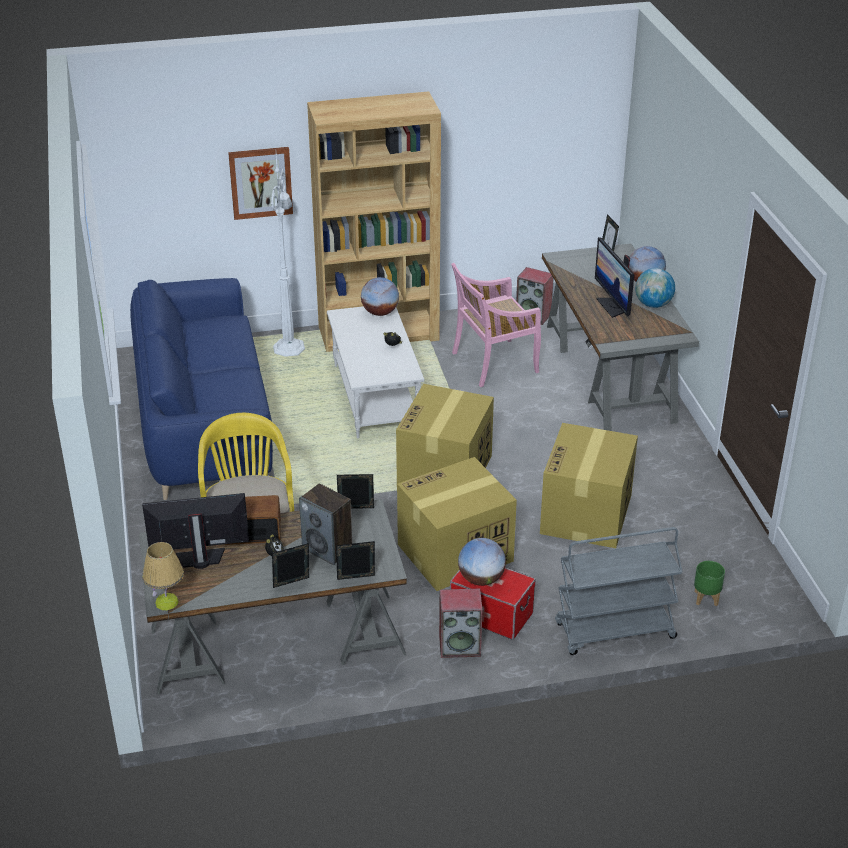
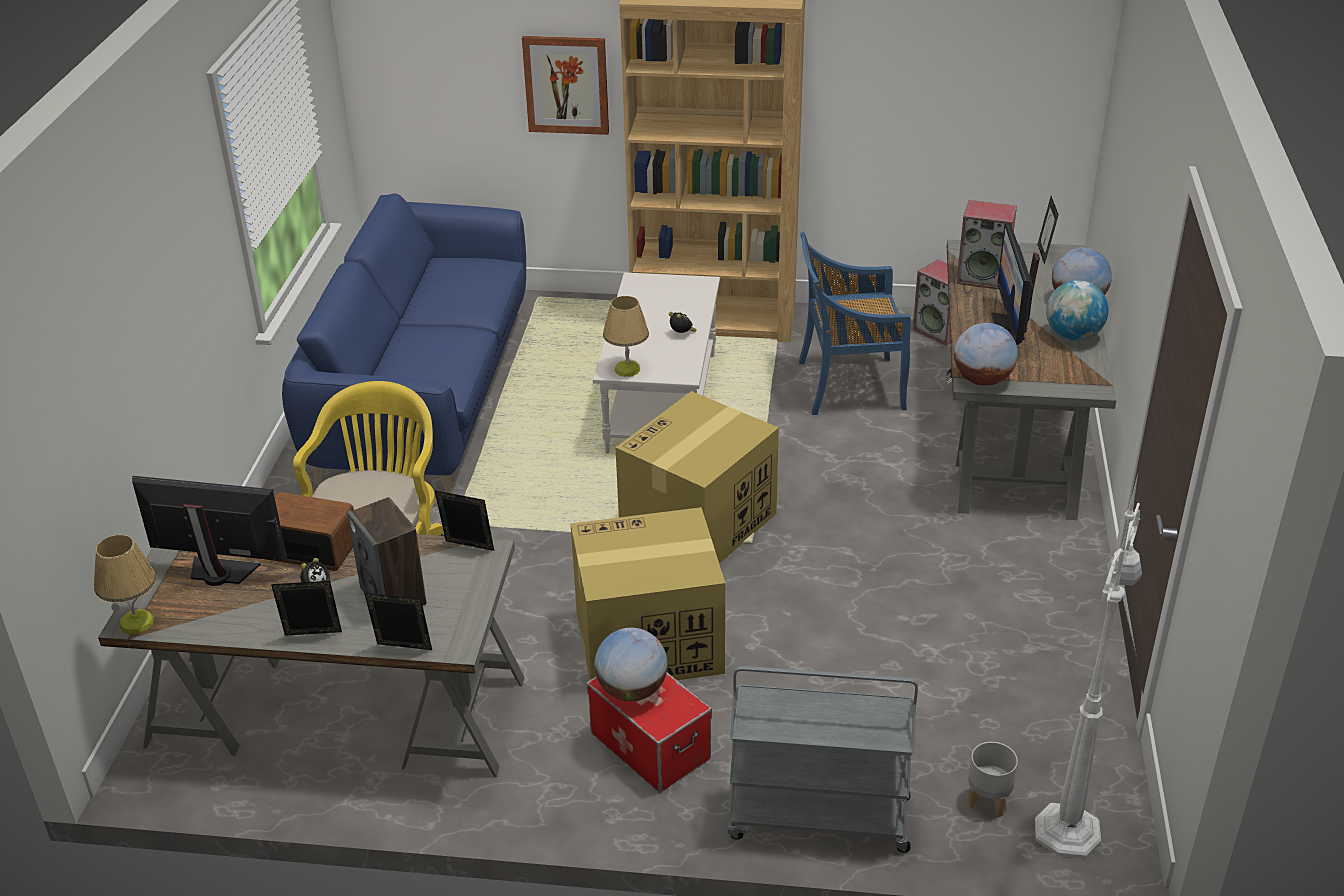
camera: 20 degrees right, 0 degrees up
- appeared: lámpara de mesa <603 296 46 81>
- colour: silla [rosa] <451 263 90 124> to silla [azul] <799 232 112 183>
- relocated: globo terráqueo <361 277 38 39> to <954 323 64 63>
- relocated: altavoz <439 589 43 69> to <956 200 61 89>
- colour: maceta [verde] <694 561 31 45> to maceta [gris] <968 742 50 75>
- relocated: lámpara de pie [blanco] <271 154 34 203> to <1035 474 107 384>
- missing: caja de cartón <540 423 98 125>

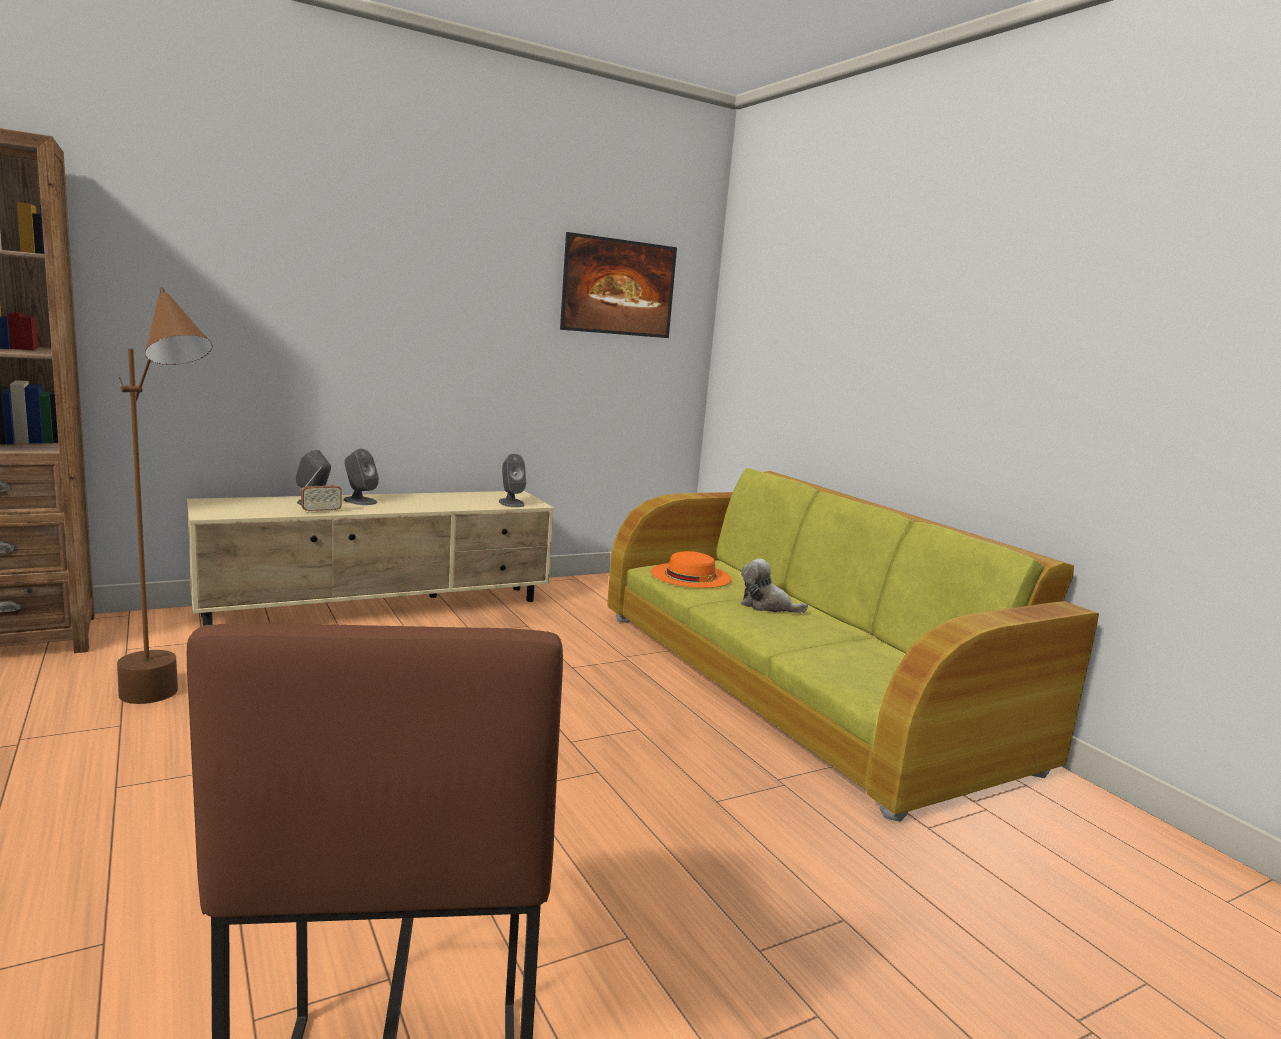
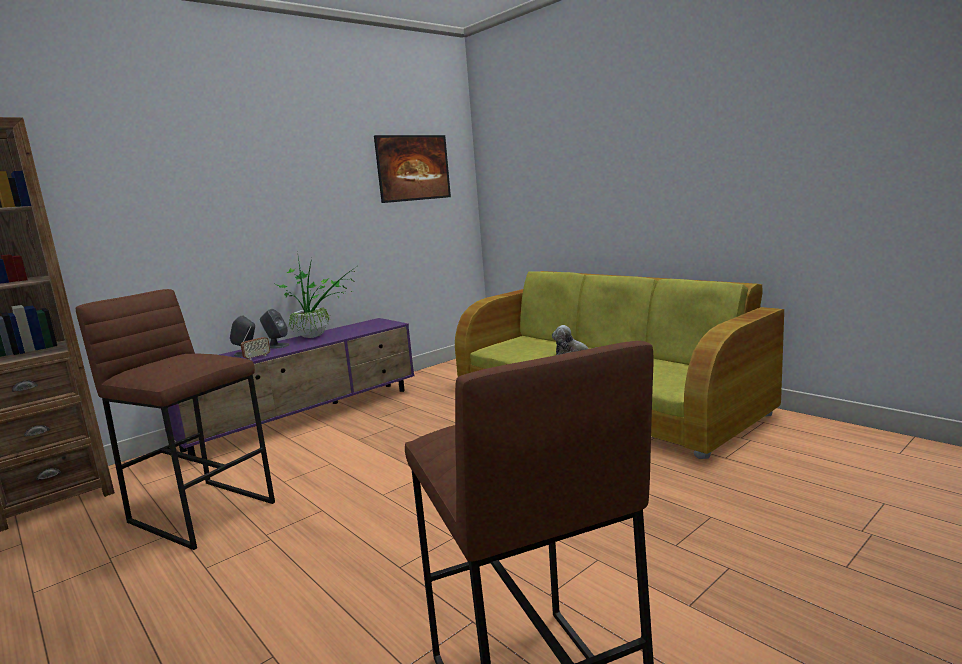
camera: 10 degrees left, 0 degrees up
- exchanged: lámpara de pie [marrón] <117 287 96 417> to taburete [marrón] <76 289 199 261>
- colour: mueble de televisión [beis] <187 491 367 135> to mueble de televisión [morado] <161 318 254 138>
- appeared: planta en maceta <275 250 81 88>
- missing: altavoz [gris] <499 454 27 53>
- missing: sombrero [naranja] <651 551 81 37>

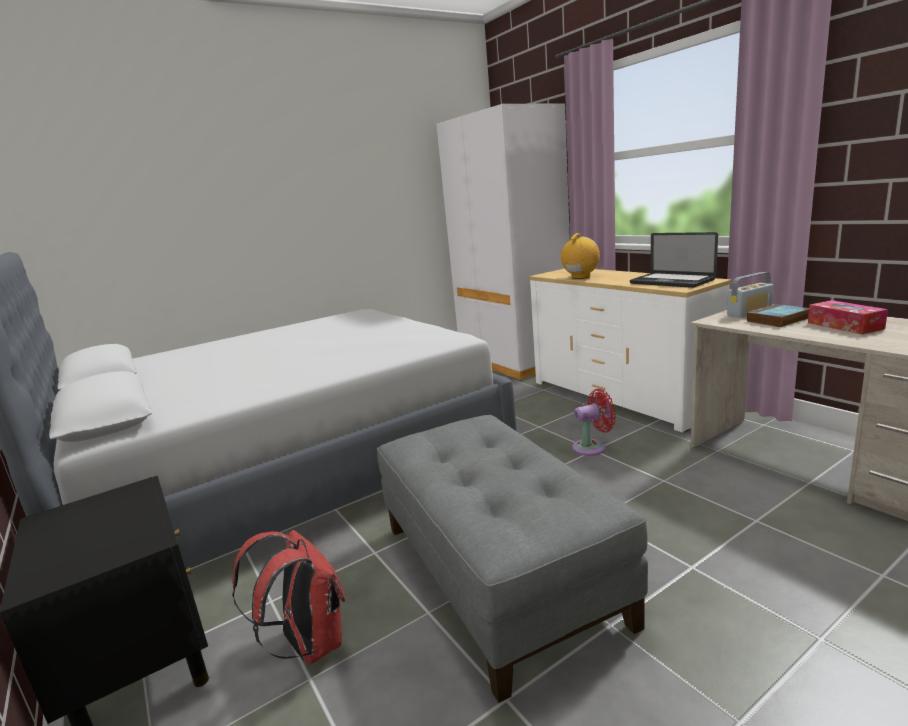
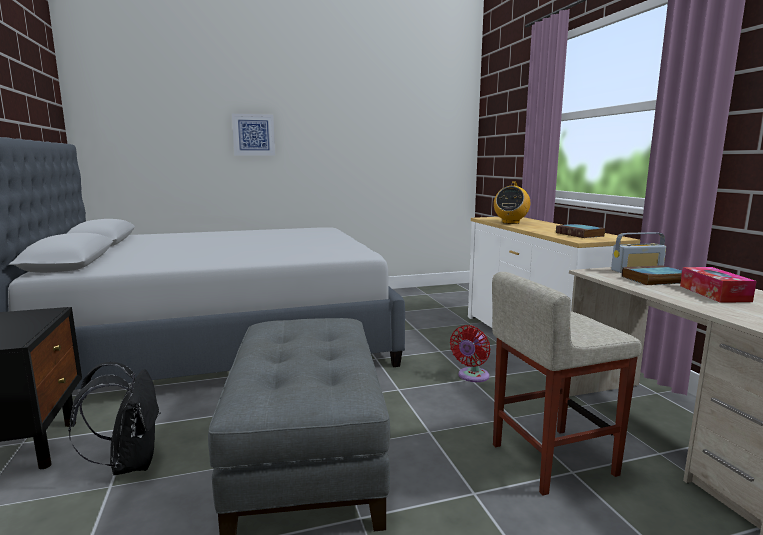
camera: 15 degrees right, 5 degrees down
- colour: mochila [rojo] <232 530 113 135> to mochila [negro] <68 362 93 113>
- appeared: cuadro <232 114 43 42>
- spun: ventilador [rojo] <572 389 44 67> = <450 325 40 57> 120 degrees clockwise
- appeared: taburete [beis] <492 272 150 224>
- spun: radio <561 233 39 46> = <494 182 36 42> 150 degrees clockwise
- exchanged: portátil <630 232 88 56> to libro <556 224 50 14>
- missing: armario ropero [blanco] <436 103 134 277>

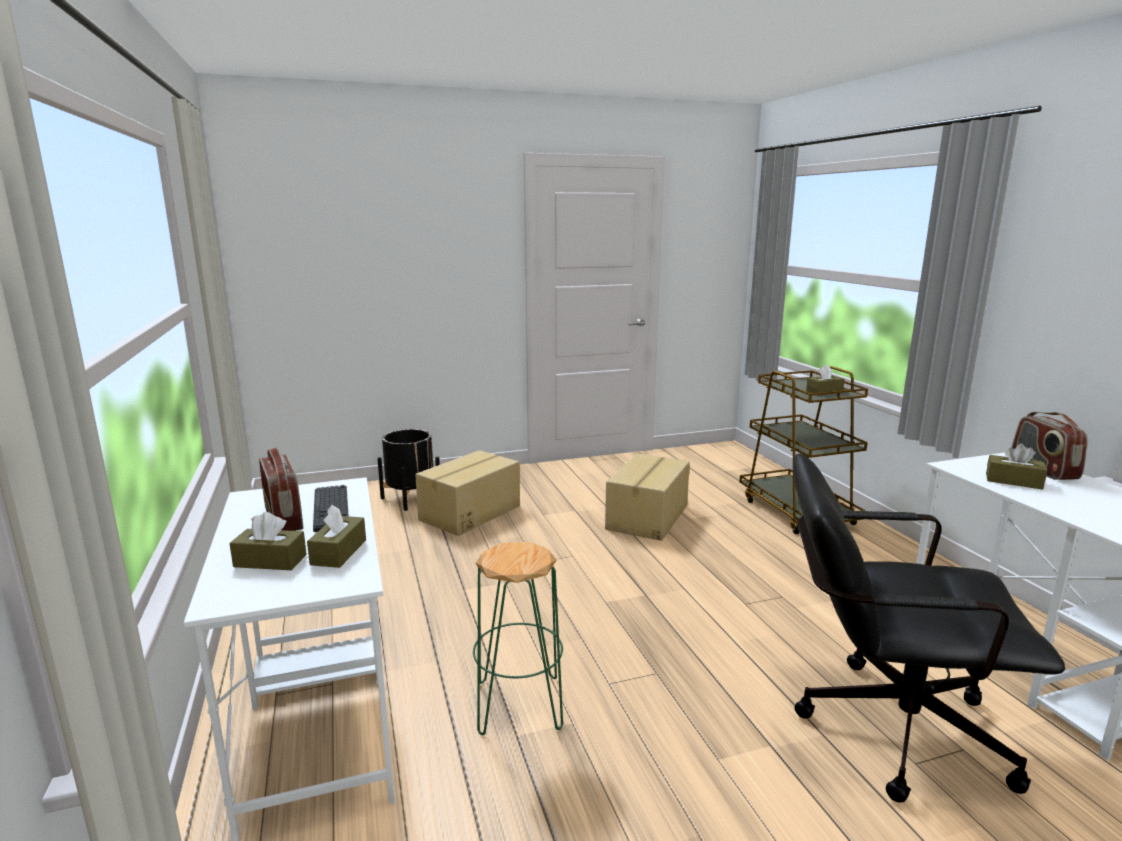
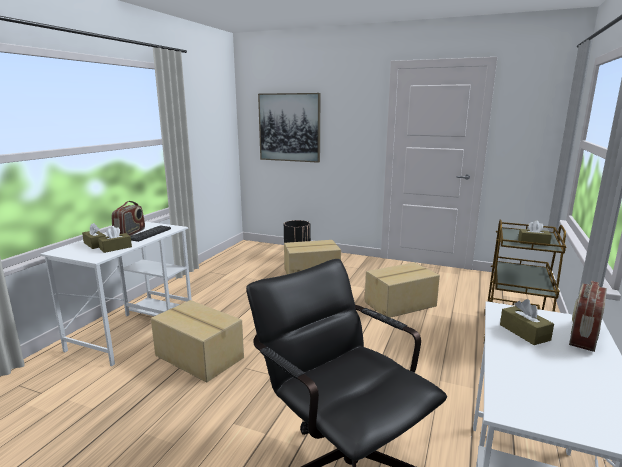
camera: 40 degrees right, 0 degrees up
- exchanged: taburete [verde] <473 542 90 193> to caja de cartón <151 300 93 83>
- appeared: cuadro <258 93 62 70>

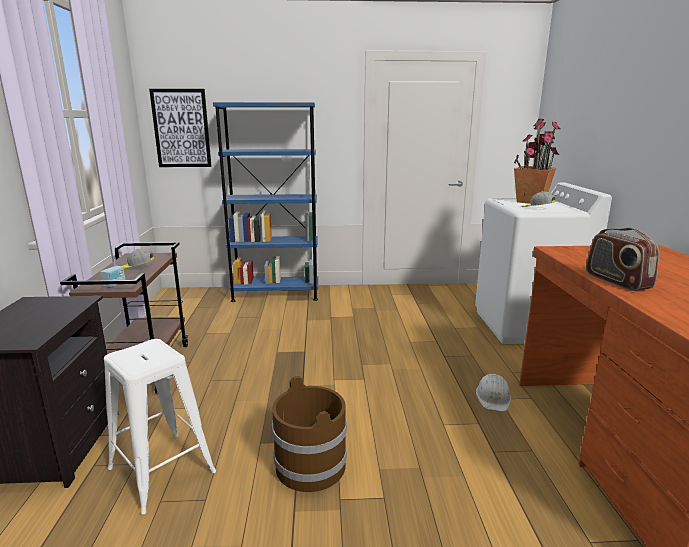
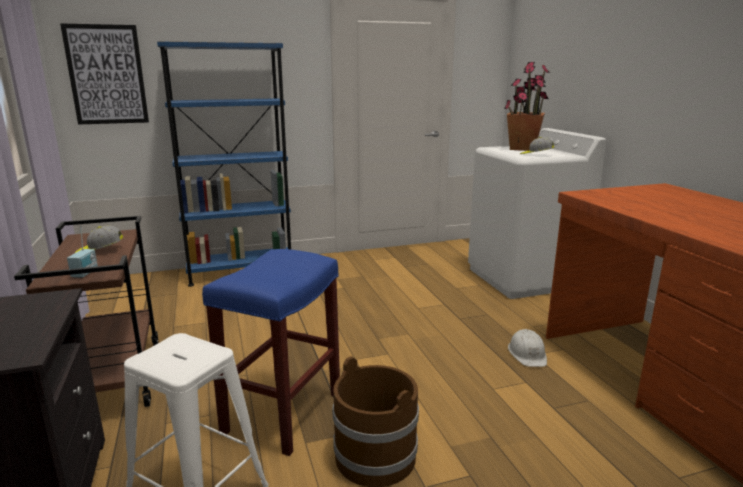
camera: 15 degrees left, 0 degrees up
- appeared: taburete [azul] <202 249 138 207>
- missing: radio <586 228 73 63>

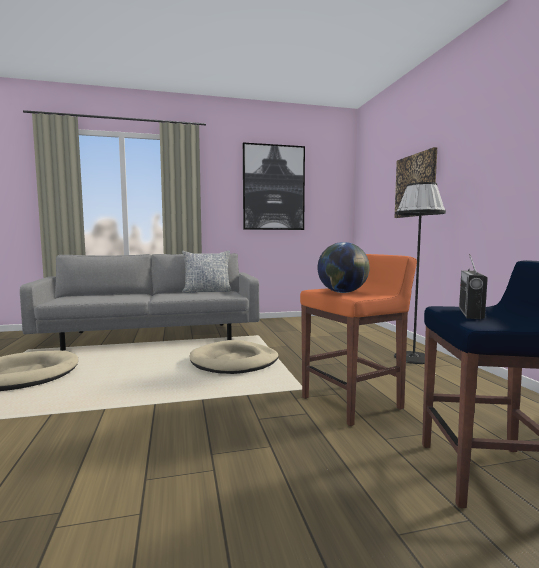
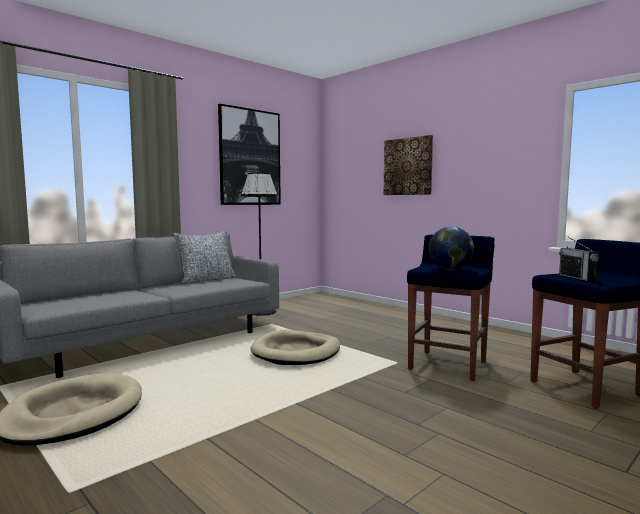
camera: 30 degrees left, 0 degrees up
- relocated: lámpara de pie [negro] <394 182 52 182> to <241 172 37 144>
- colour: taburete [naranja] <300 254 117 172> to taburete [azul] <407 235 88 146>

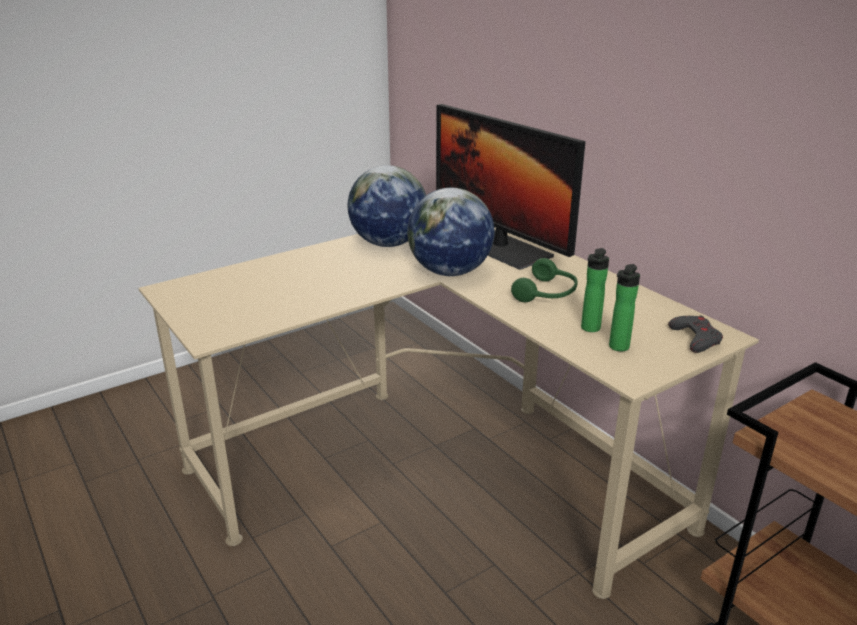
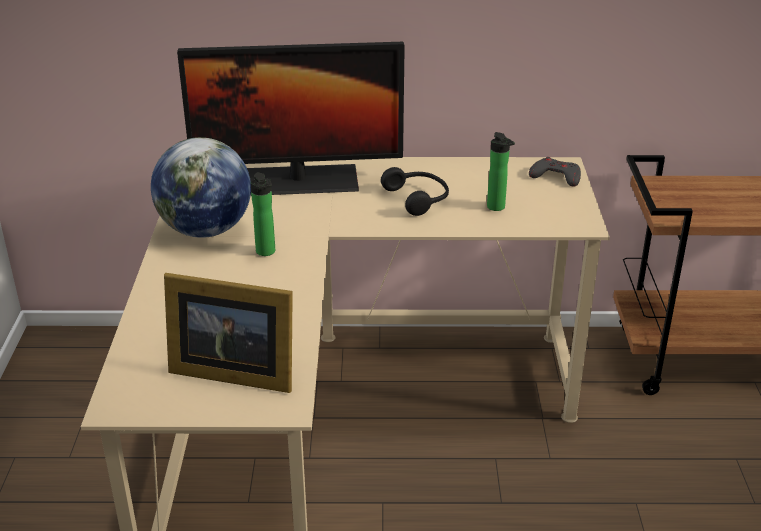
camera: 55 degrees left, 5 degrees up
- appeared: portarretratos <164 273 129 120>
- relocated: botella <609 264 31 88> to <251 172 24 84>
- colour: auriculares [verde] <511 258 67 44> to auriculares [negro] <381 167 68 49>
- missing: globo terráqueo <407 188 88 88>

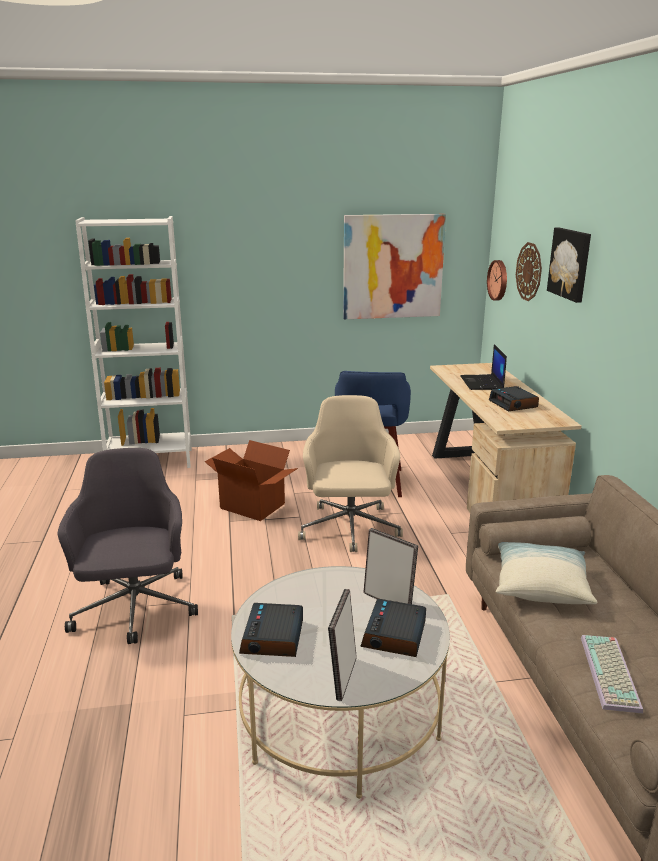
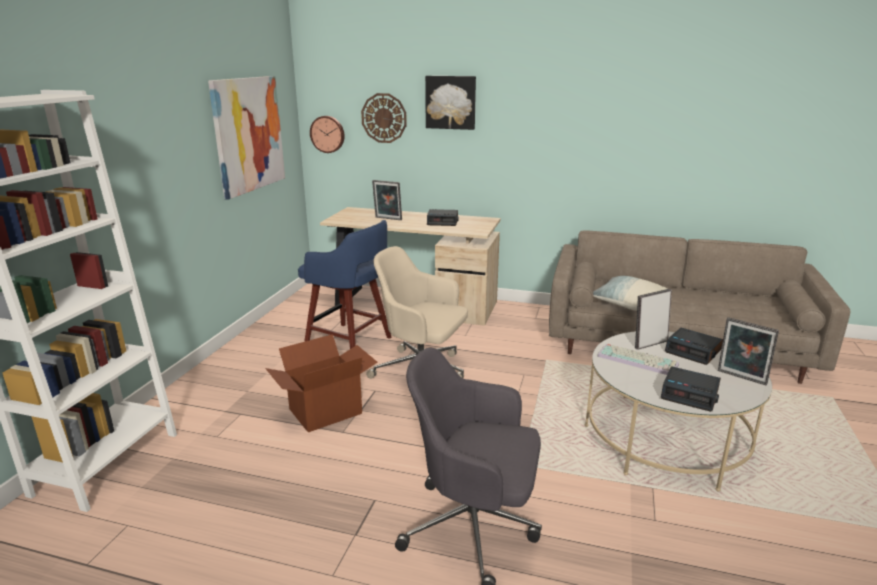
camera: 65 degrees left, 0 degrees up
- exchanged: portátil <460 344 47 46> to portarretratos <372 180 30 40>
- relocated: teclado <581 635 62 79> to <597 344 82 31>

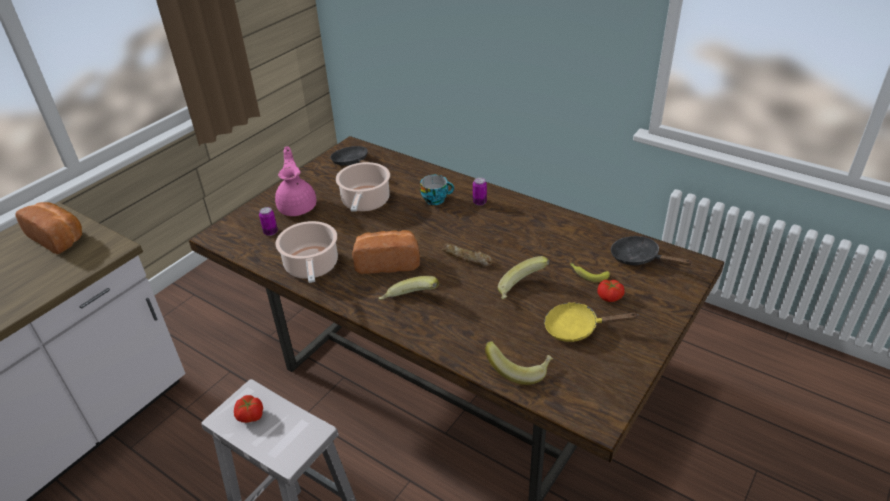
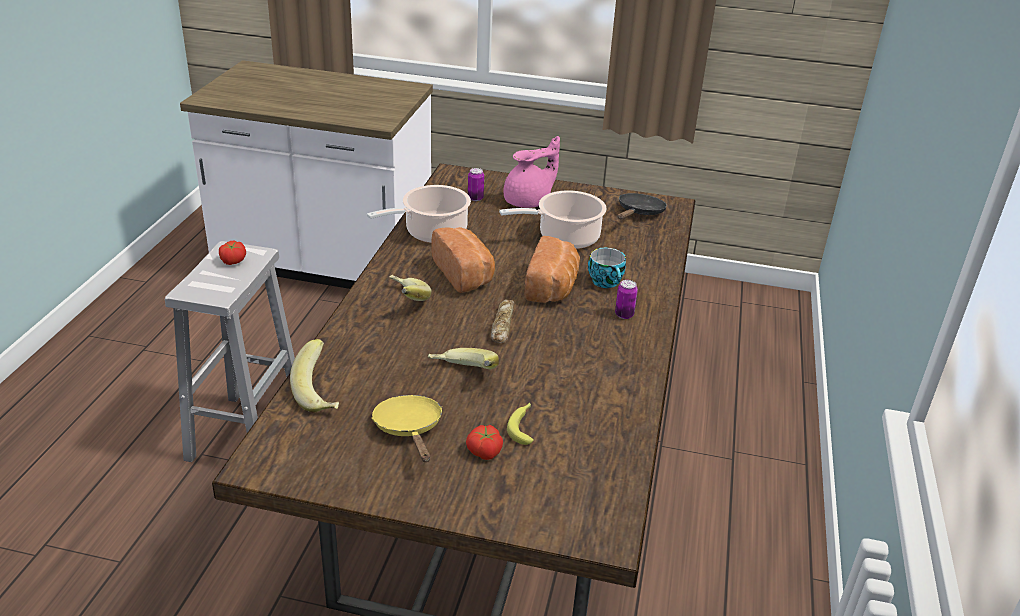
camera: 65 degrees right, 5 degrees down
- relocated: pan <15 202 67 52> to <524 236 56 67>
- missing: sartén [negro] <611 236 82 30>

